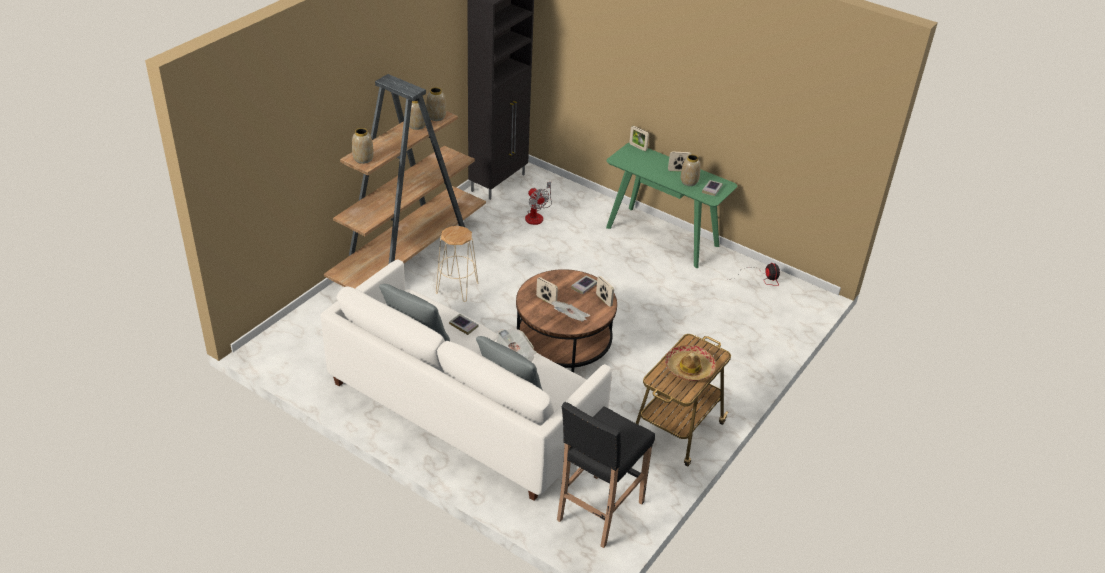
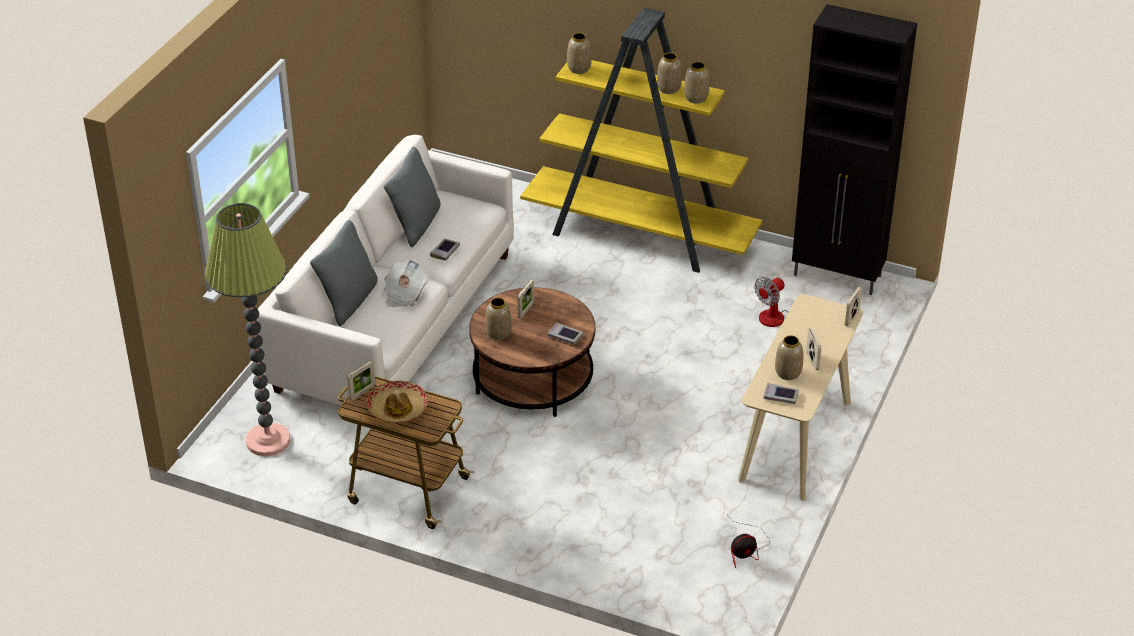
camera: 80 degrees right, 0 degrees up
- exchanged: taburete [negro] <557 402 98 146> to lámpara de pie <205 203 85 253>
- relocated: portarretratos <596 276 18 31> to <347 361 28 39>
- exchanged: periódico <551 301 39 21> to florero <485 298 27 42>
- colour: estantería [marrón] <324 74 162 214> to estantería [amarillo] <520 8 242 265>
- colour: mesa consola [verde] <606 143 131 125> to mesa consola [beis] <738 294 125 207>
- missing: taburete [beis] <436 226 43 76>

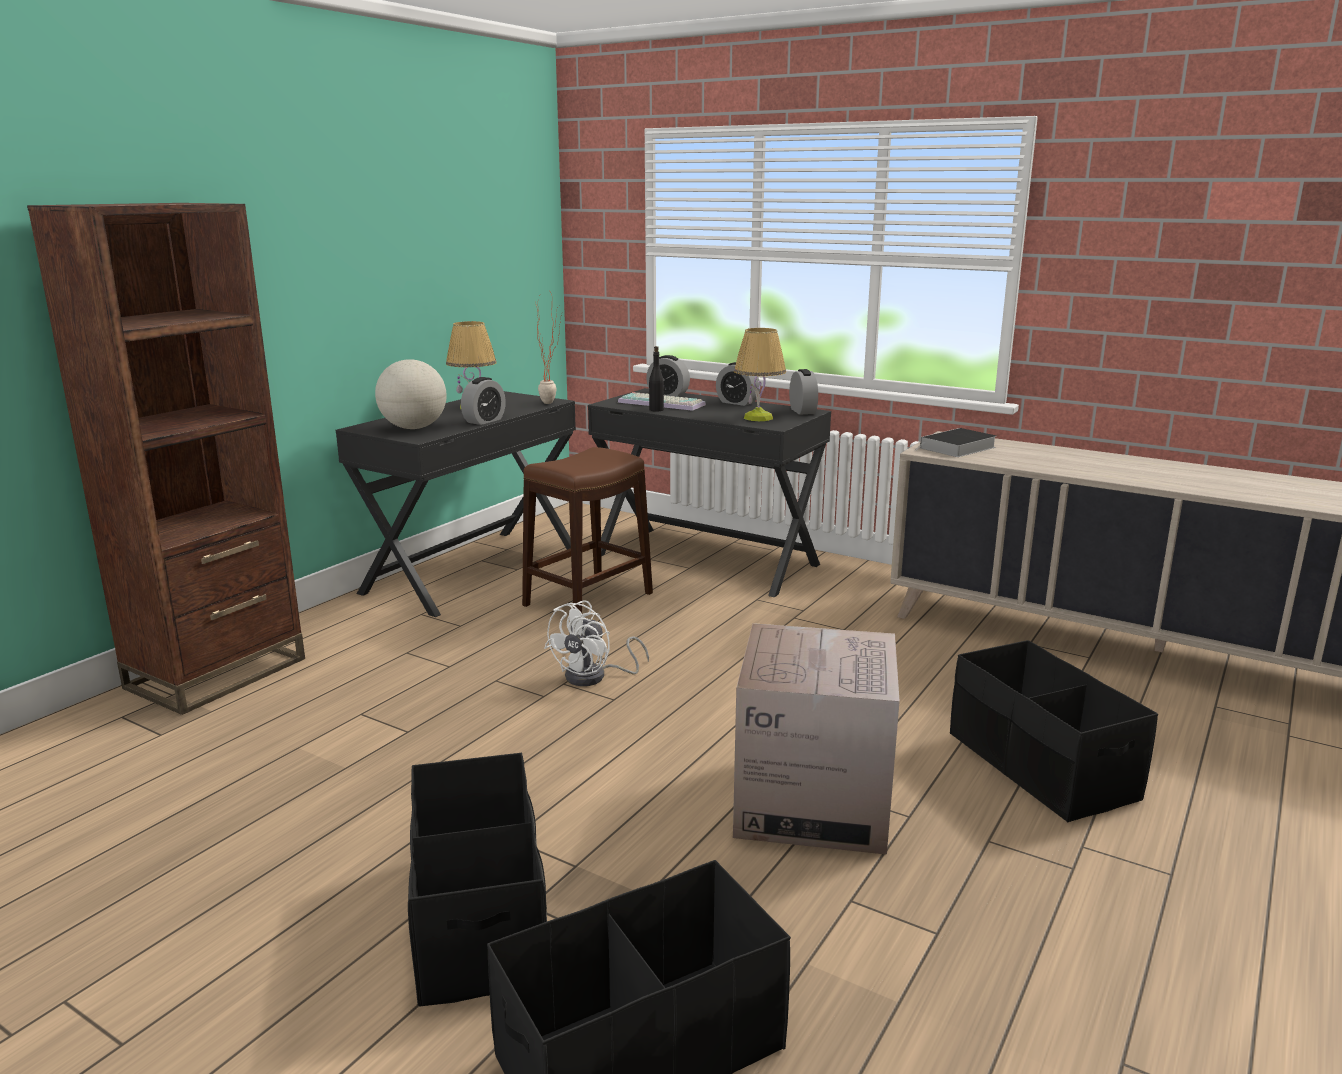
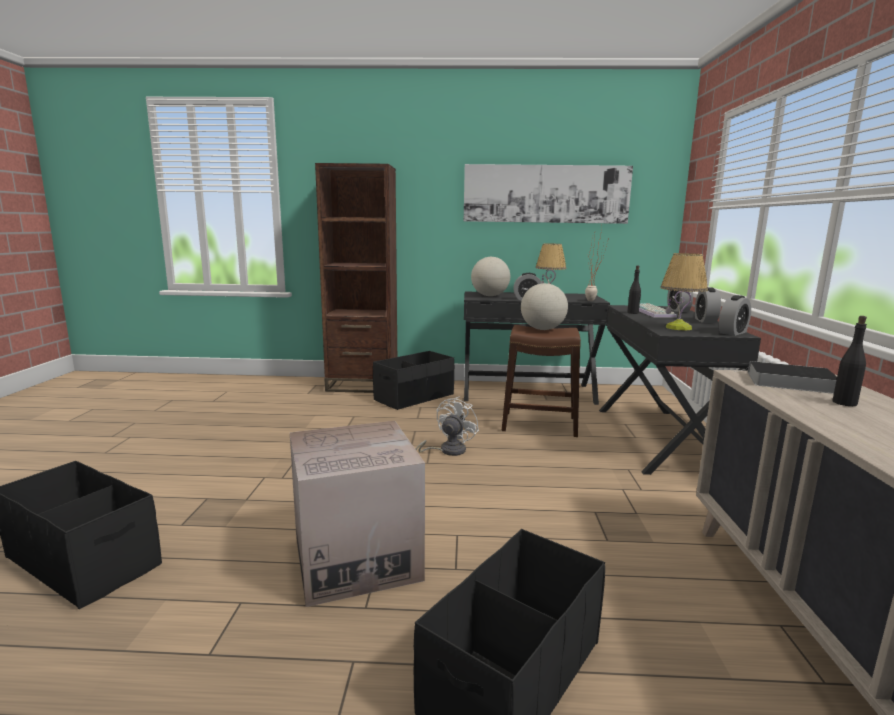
camera: 60 degrees right, 5 degrees down
- relocated: caja de almacenaje [negro] <408 753 139 254> to <373 351 81 59>
- spun: ventilador [blanco] <544 600 105 86> = <415 396 64 60> 120 degrees clockwise
- appeared: cuadro <464 164 169 60>
- appeared: globo terráqueo <521 283 47 47>
- appeared: botella [negro] <832 316 35 90>

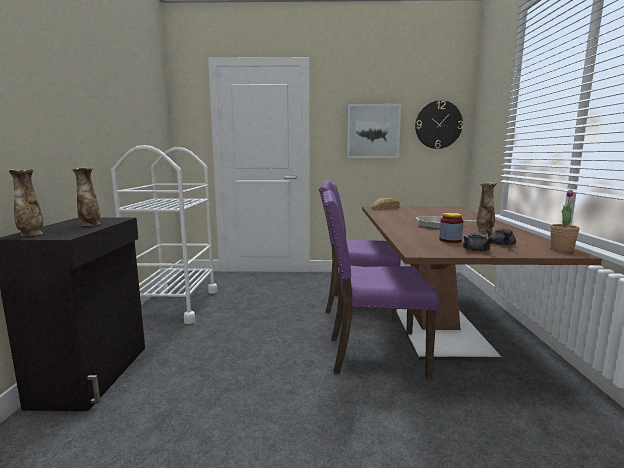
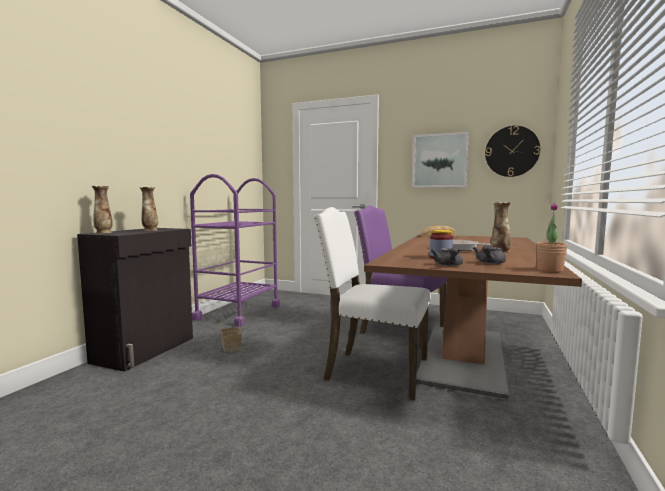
camera: 20 degrees right, 5 degrees down
- colour: carrito [blanco] <111 145 106 179> to carrito [morado] <190 174 90 153>
- appeared: cesta <219 306 24 46>
- colour: silla [morado] <323 190 116 189> to silla [blanco] <313 207 118 193>

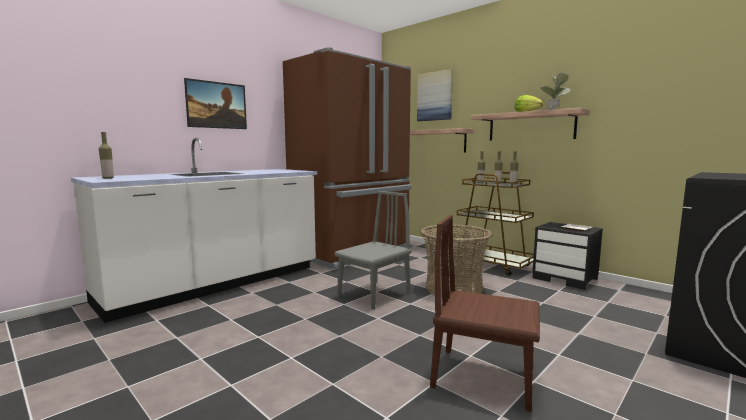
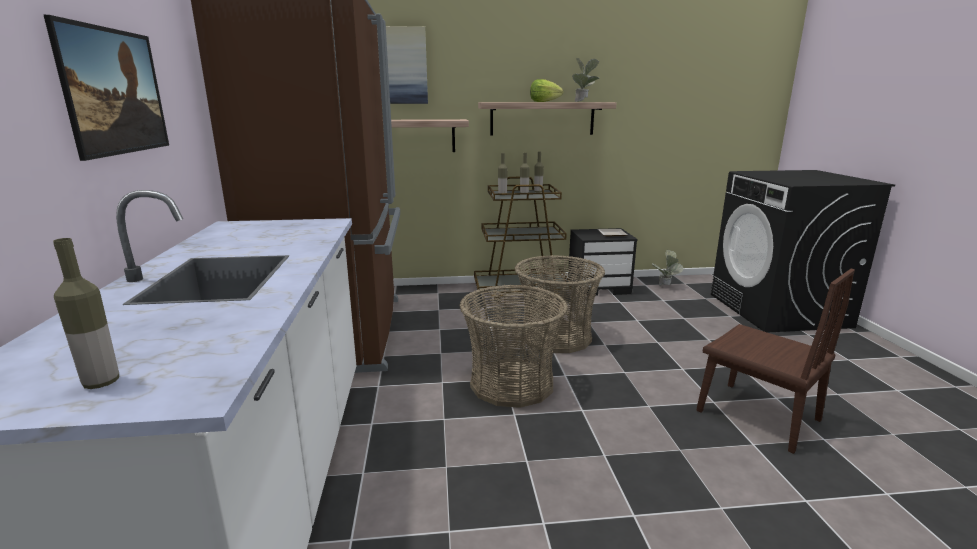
camera: 50 degrees left, 10 degrees up
- exchanged: silla [gris] <335 191 76 119> to cesta <460 285 108 123>
- appeared: planta en maceta <652 250 32 36>
- spun: silla [marrón] <430 215 110 196> = <697 268 158 186> 105 degrees counterclockwise

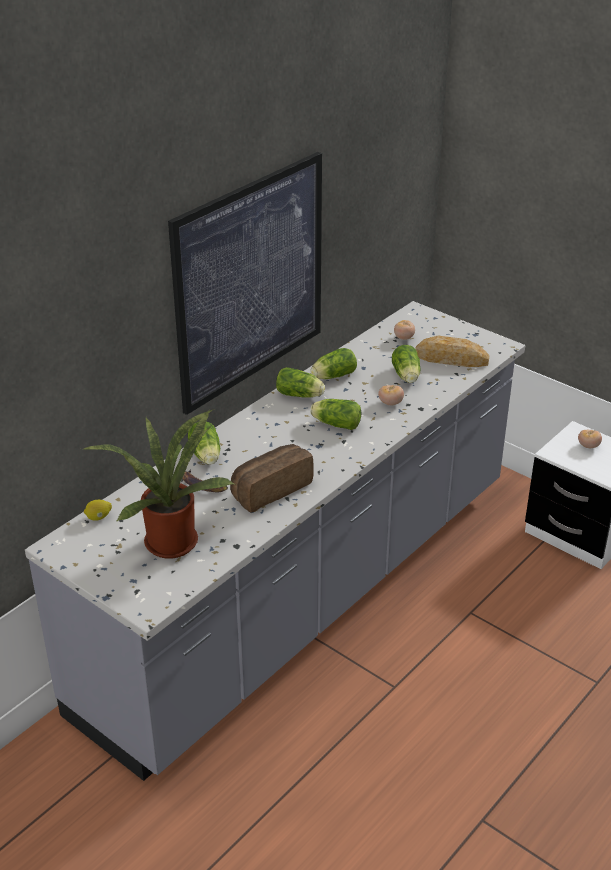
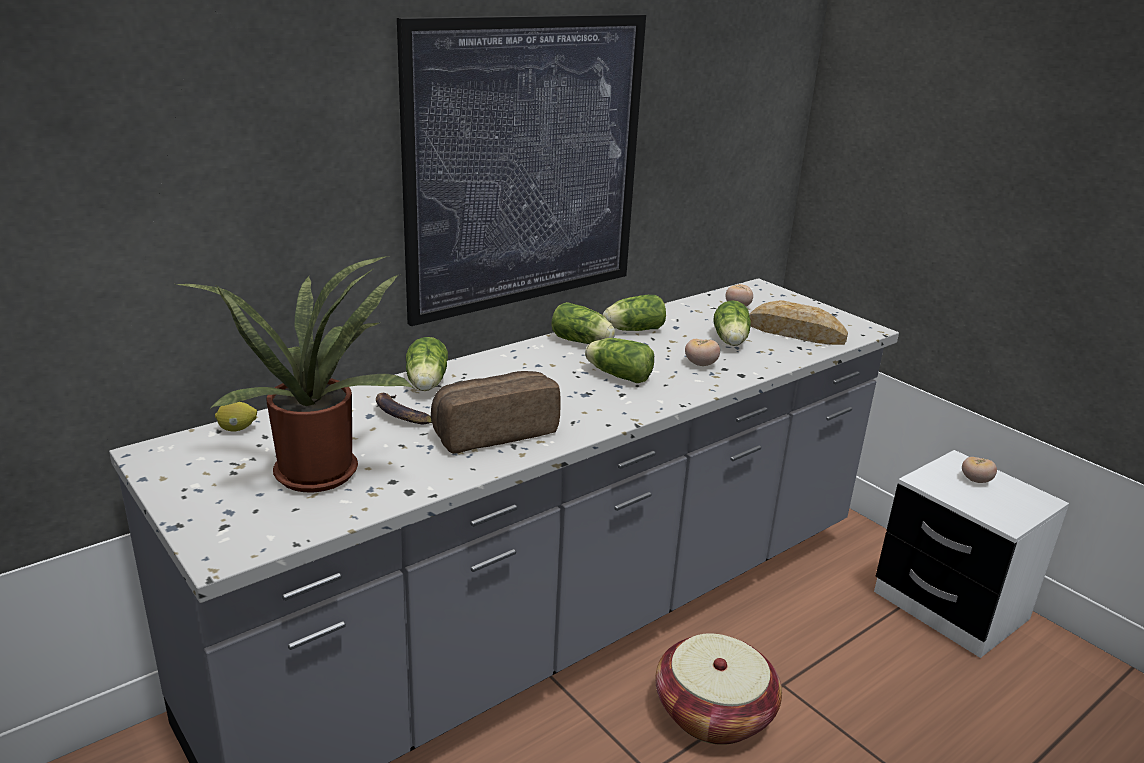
camera: 10 degrees right, 10 degrees down
- appeared: cesta <655 633 127 112>

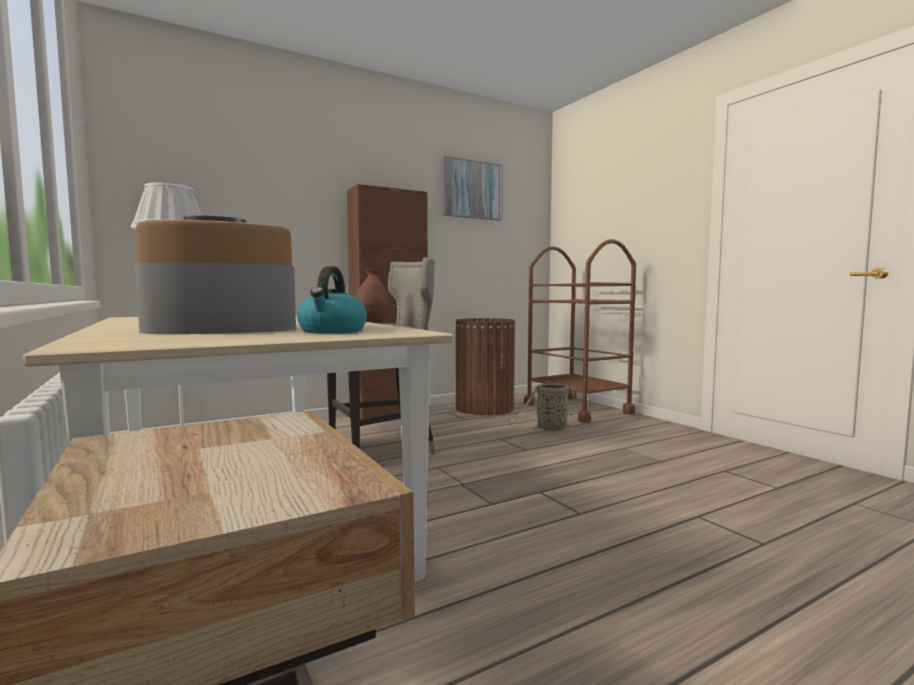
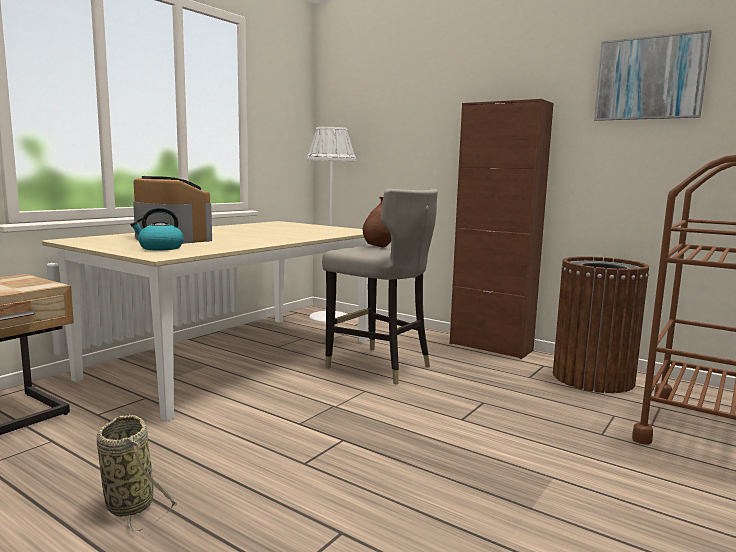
camera: 65 degrees right, 5 degrees up
- relocated: cesta <508 384 73 47> to <97 415 81 116>

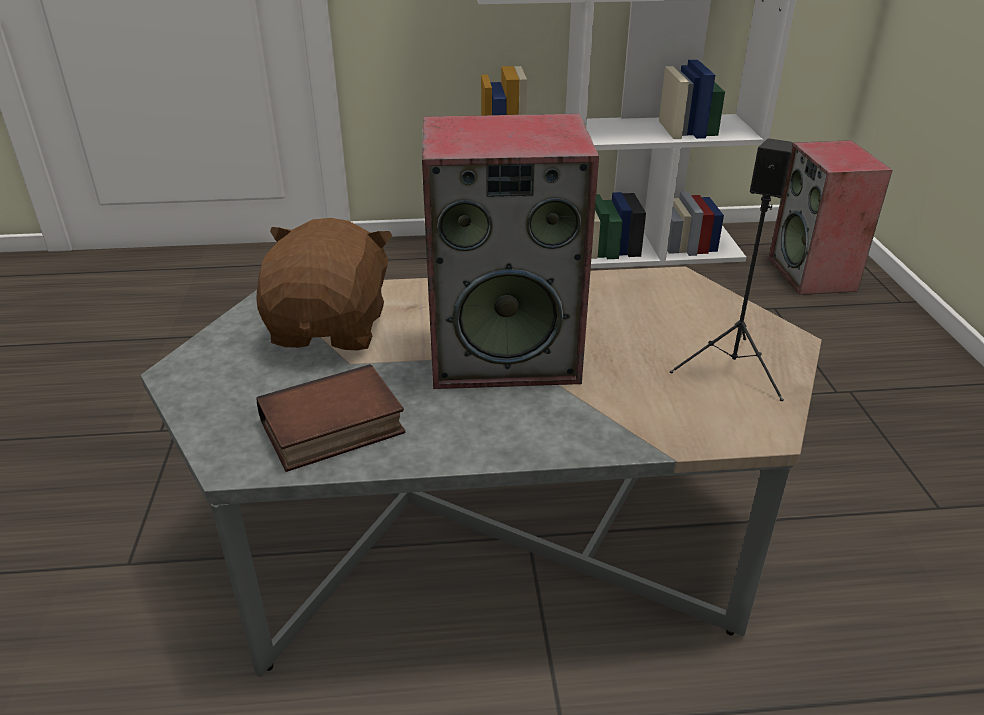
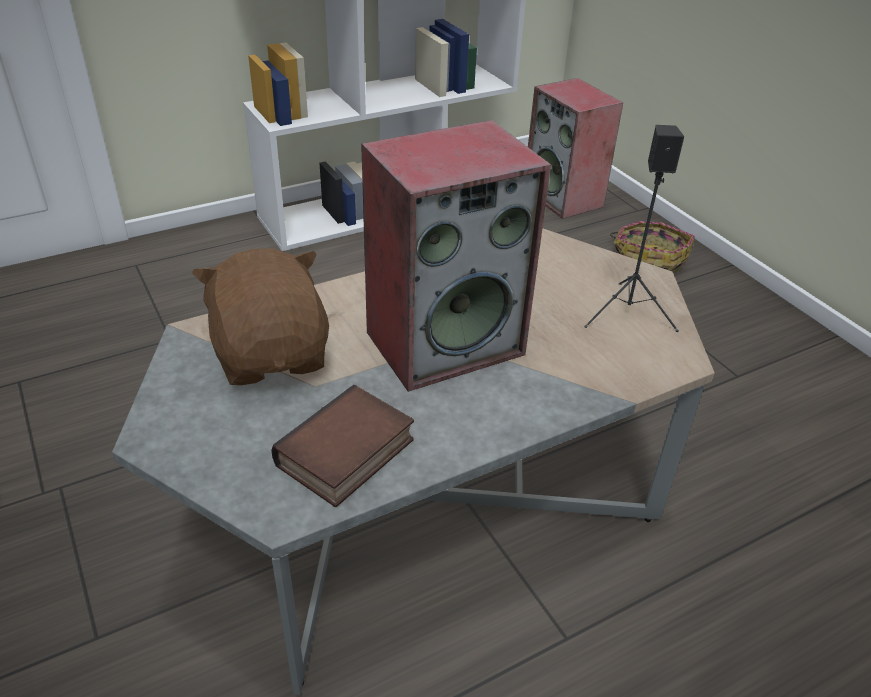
camera: 25 degrees left, 5 degrees up
- appeared: cesta <610 221 85 52>

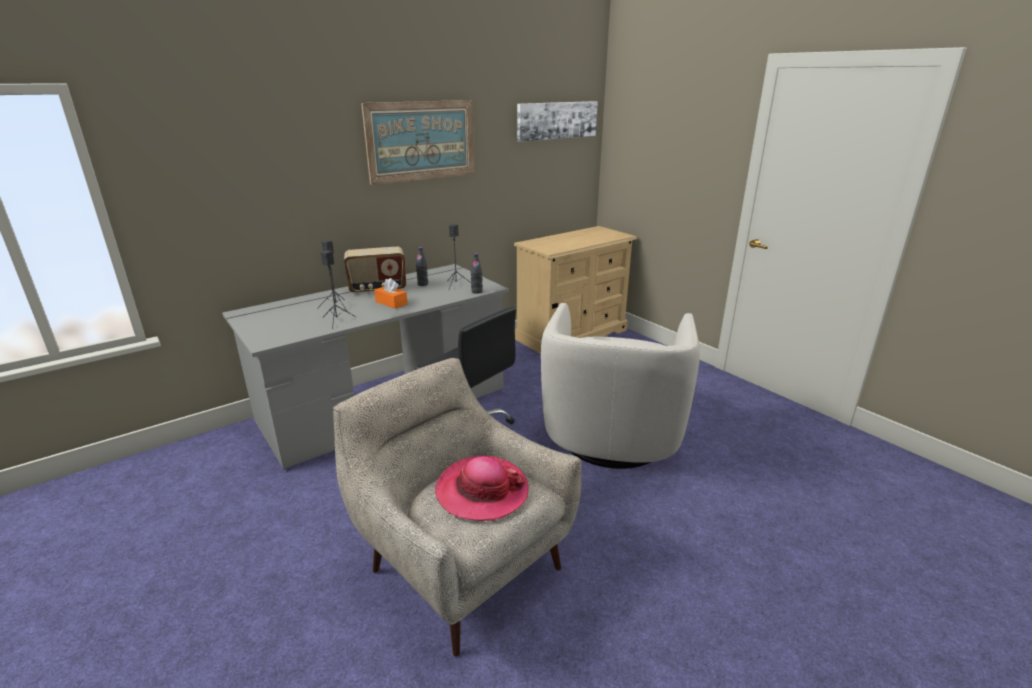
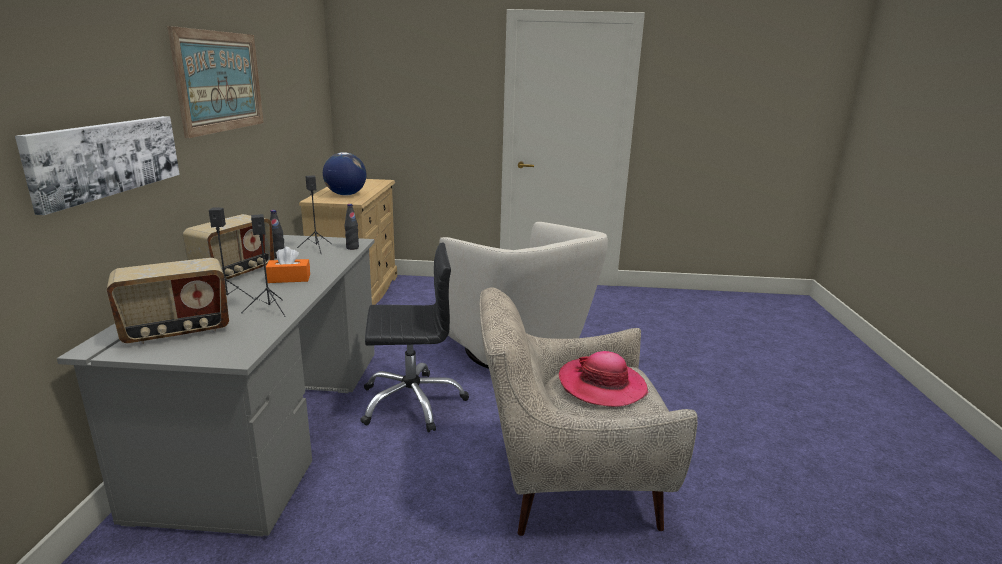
camera: 50 degrees left, 5 degrees down
- relocated: cuadro <517 101 81 41> to <15 116 165 99>
- appeared: radio <107 258 122 86>
- appeared: globo terráqueo <323 152 43 44>

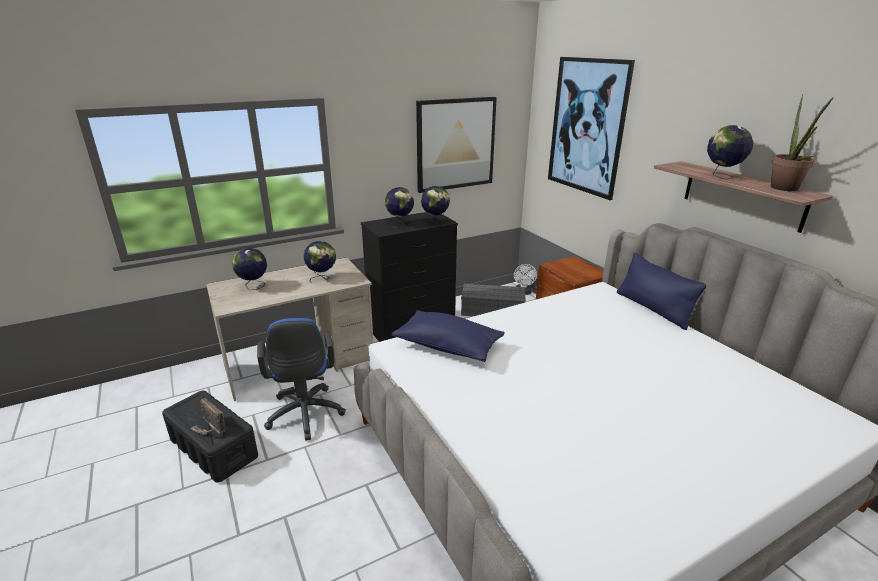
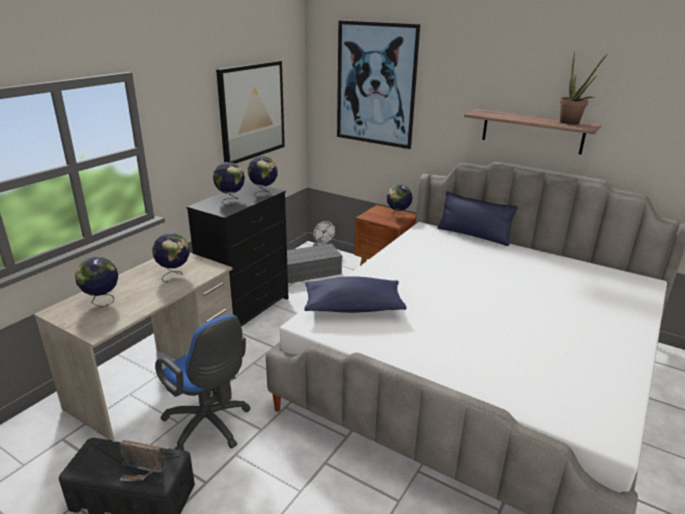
camera: 30 degrees left, 0 degrees up
- relocated: globo terráqueo <707 125 46 54> to <387 185 26 34>

